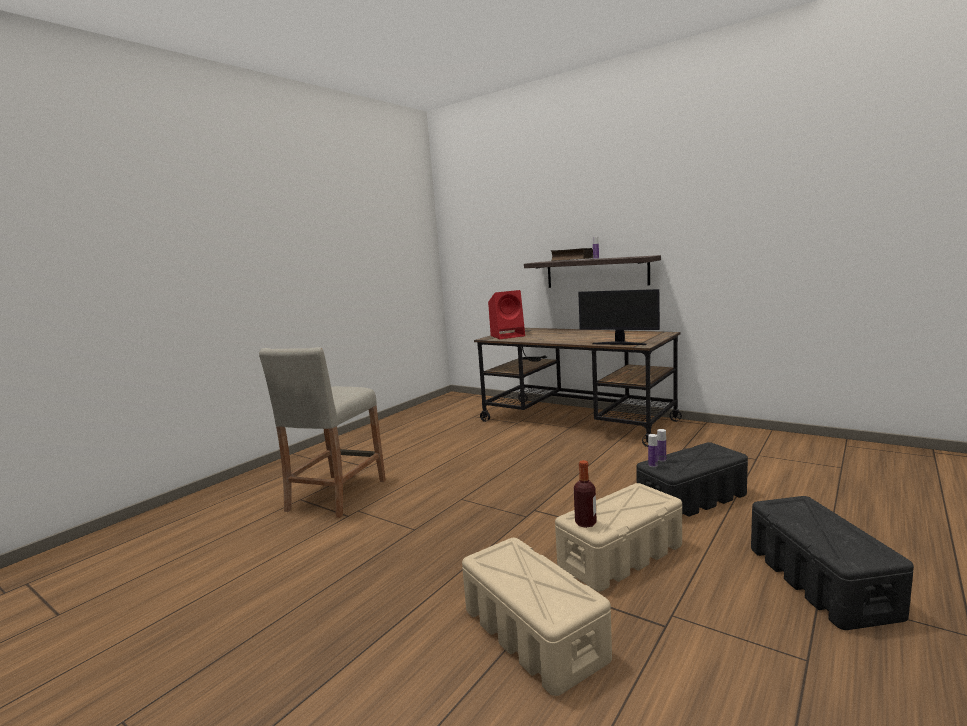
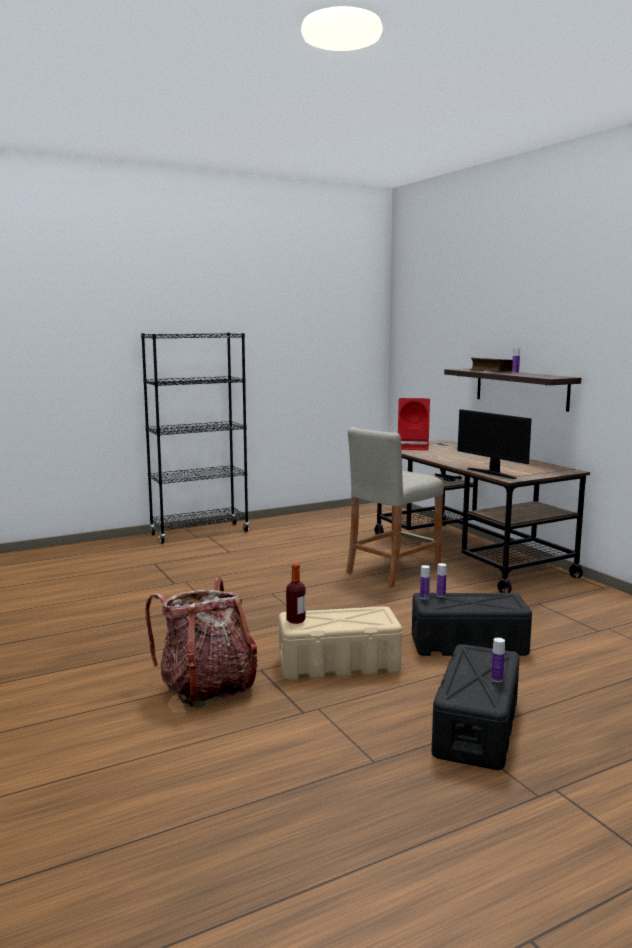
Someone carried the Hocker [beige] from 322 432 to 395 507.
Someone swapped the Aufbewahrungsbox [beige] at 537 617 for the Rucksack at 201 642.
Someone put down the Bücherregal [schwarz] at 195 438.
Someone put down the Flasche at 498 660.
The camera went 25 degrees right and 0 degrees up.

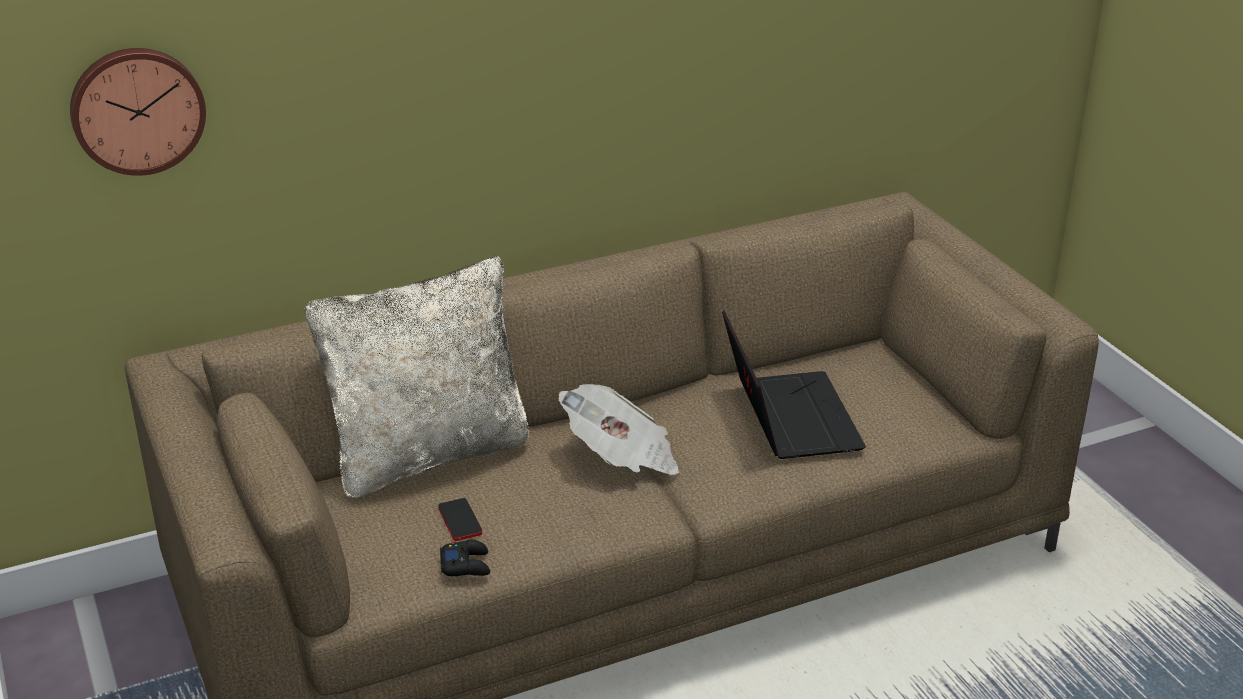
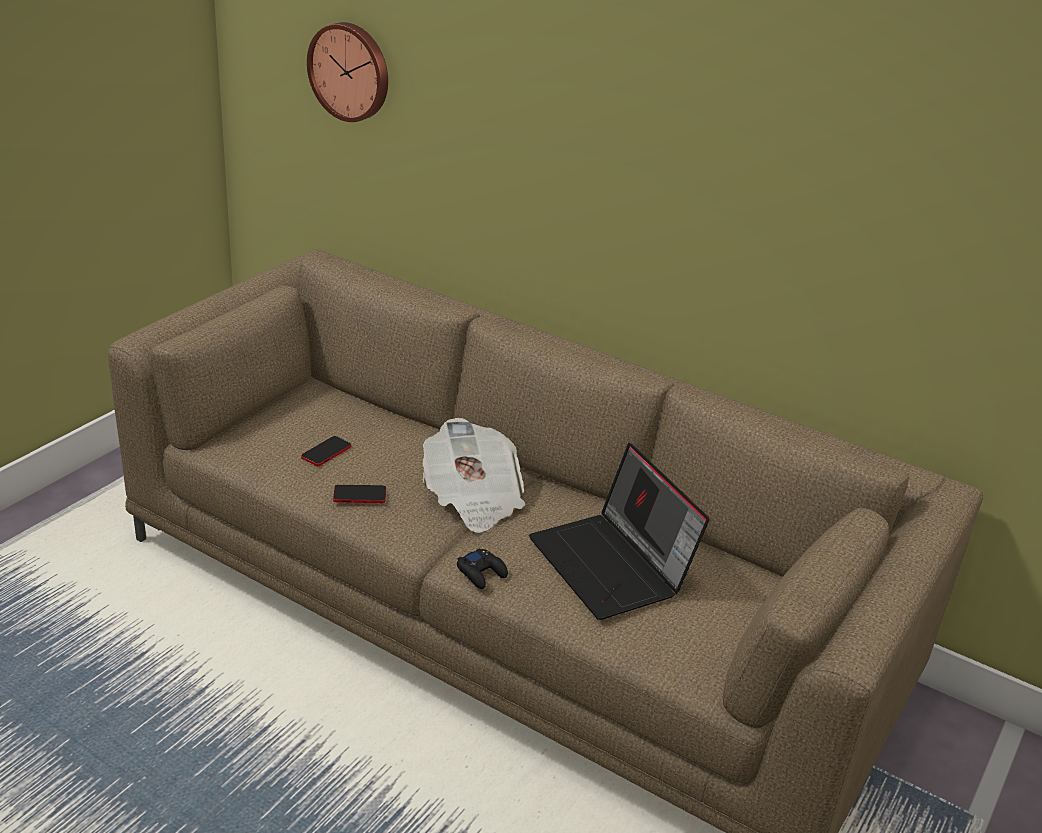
Someone took away the Kissen [beige] at 416 377.
Someone rotated the Laptop at 794 385 by 105 degrees clockwise.
Someone carried the Gamepad [schwarz] from 465 558 to 482 568.
Someone put down the Handy at 359 494.
The camera went 55 degrees right and 0 degrees up.

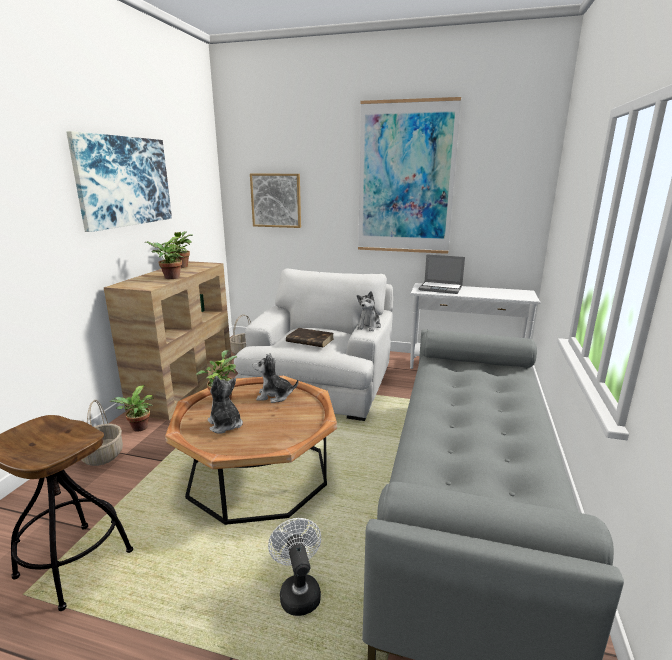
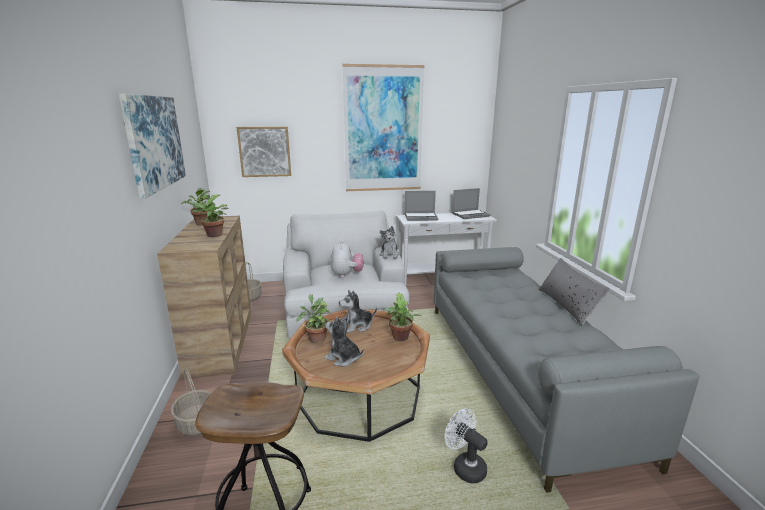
Someone swapped the Buch [braun] at 310 337 for the Plüschtier at 347 259.
Someone carried the Topfpflanze from 131 408 to 402 317.
Someone put down the Laptop at 471 203.
Someone put down the Kissen [grau] at 574 292.
The camera went 25 degrees left and 0 degrees up.

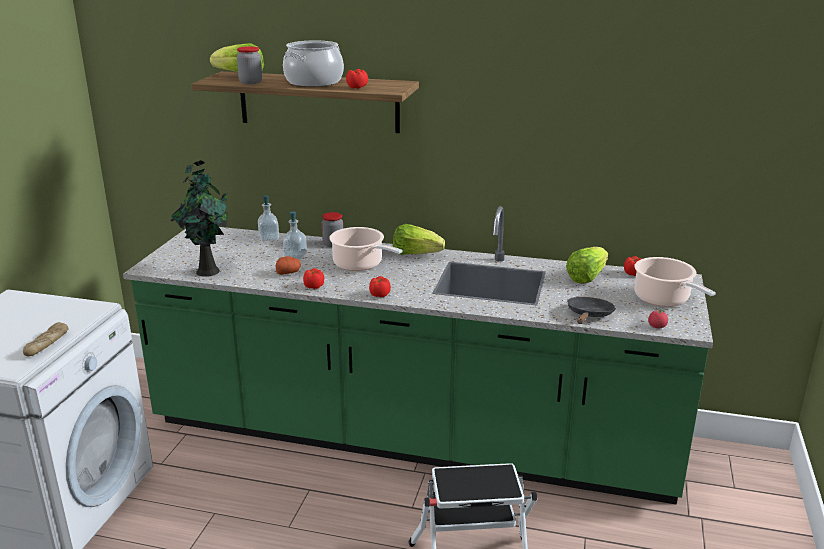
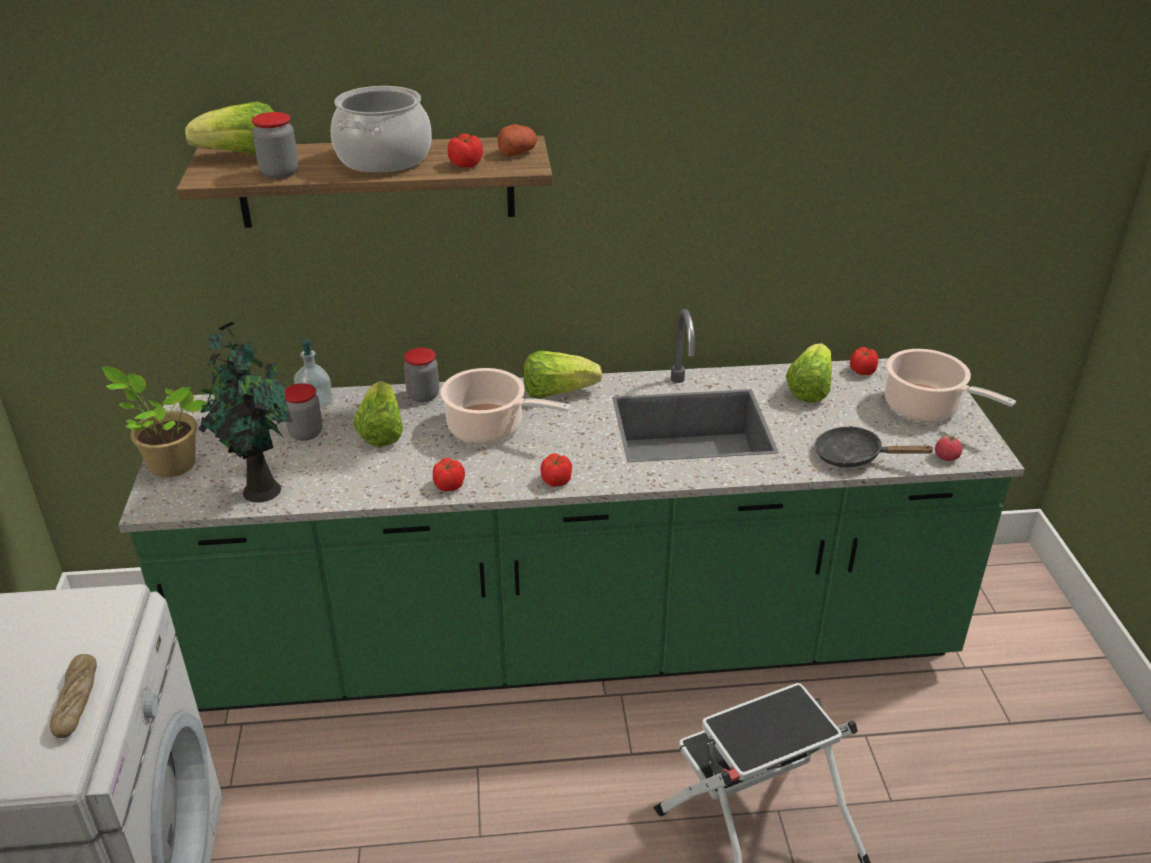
Someone swapped the Seifenspender at 295 235 for the Salatkopf at 378 413.
Someone carried the Kartoffel from 288 265 to 517 140.
Someone rotated the Pfanne [schwarz] at 591 310 by 75 degrees counterclockwise.
Someone put down the Topfpflanze at 154 422.
Someone put down the Vorratsglas at 304 412.
The camera went 20 degrees left and 10 degrees up.

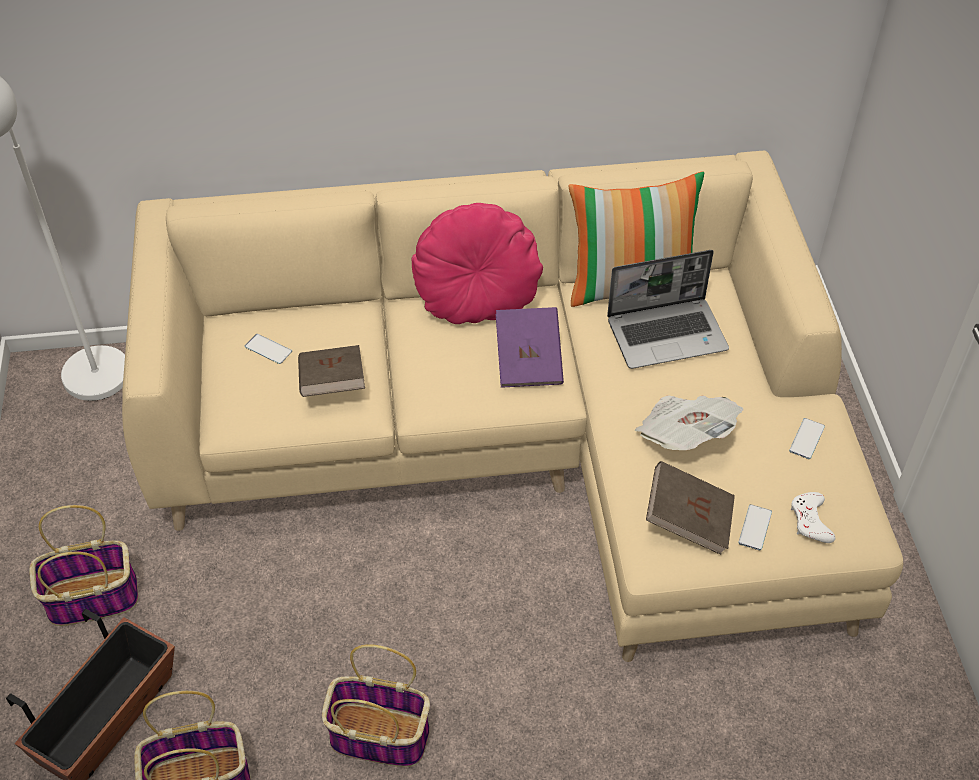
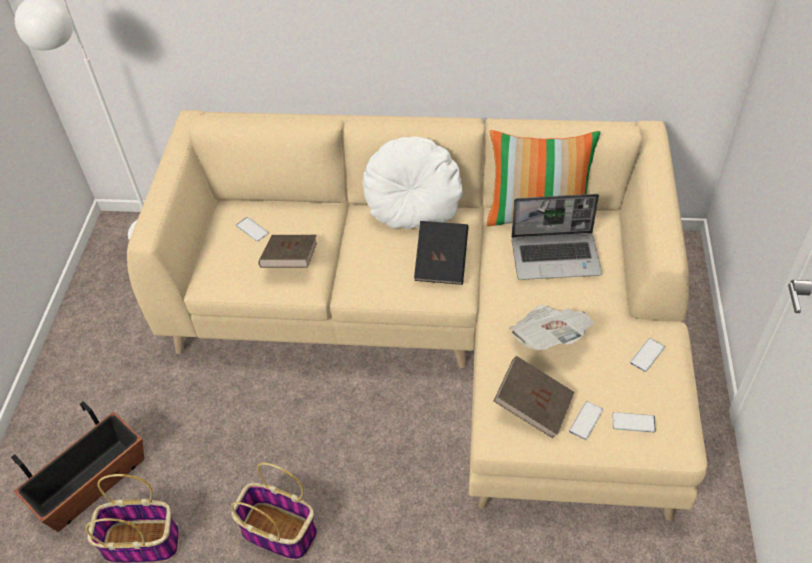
Someone repainted the Kissen [rosa] at 477 263, which became the Kissen [weiß] at 413 182.
Someone repainted the Buch [lila] at 530 347, which became the Buch [schwarz] at 441 253.
Someone swapped the Gamepad [weiß] at 813 517 for the Handy at 634 422.
Someone took away the Korb at 83 565.
The camera went 15 degrees right and 0 degrees up.

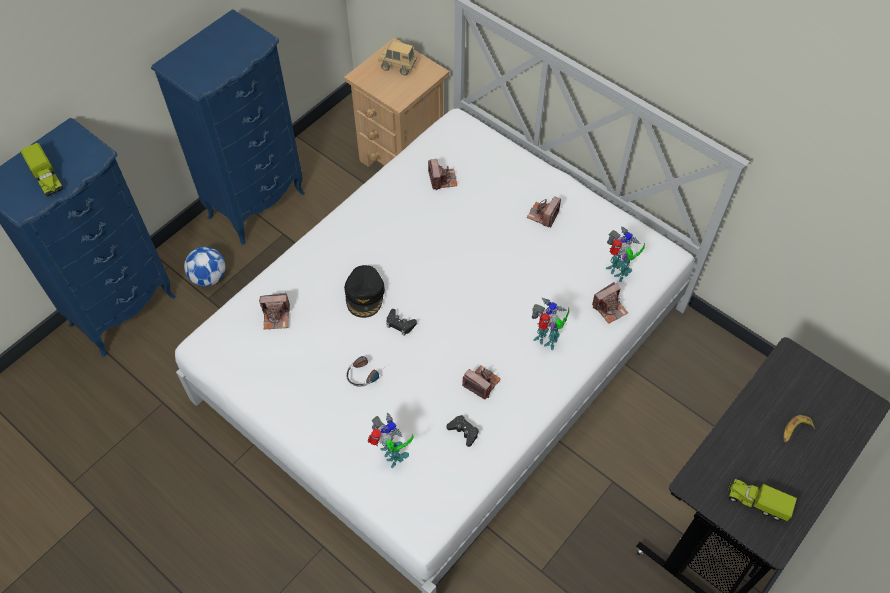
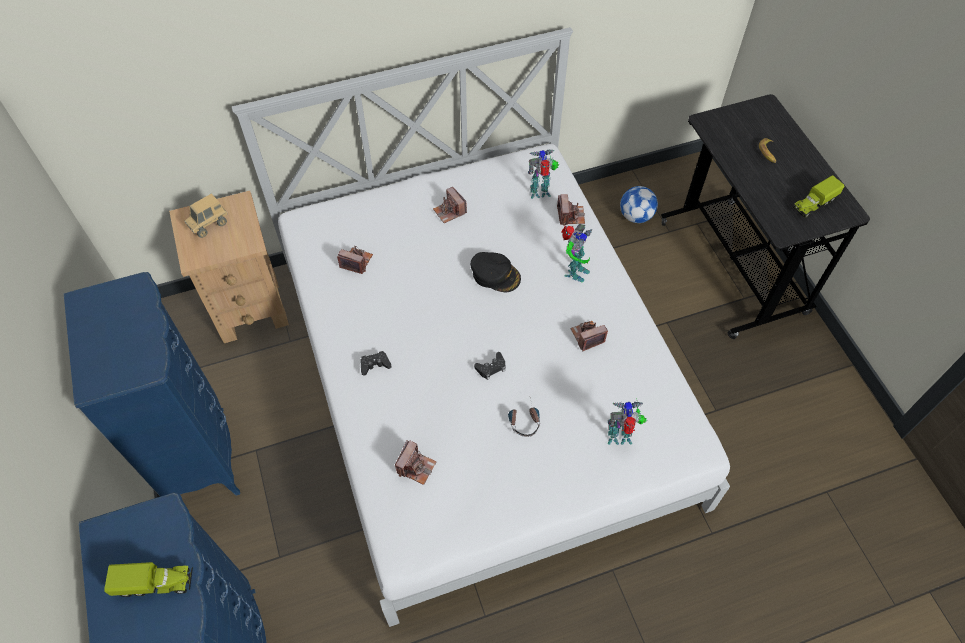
Someone carried the Fußball from 204 267 to 639 204.
Someone carried the Kappe [schwarz] from 364 291 to 495 272.
Someone rotated the Spielzeugroboter at 550 324 by 150 degrees clockwise.
Someone carried the Gamepad [schwarz] from 463 431 to 376 363.
The camera went 60 degrees left and 0 degrees up.

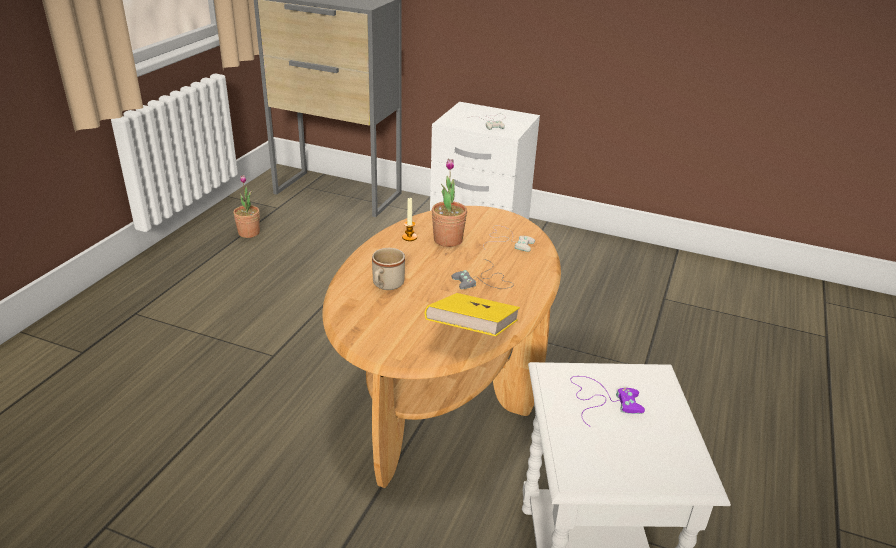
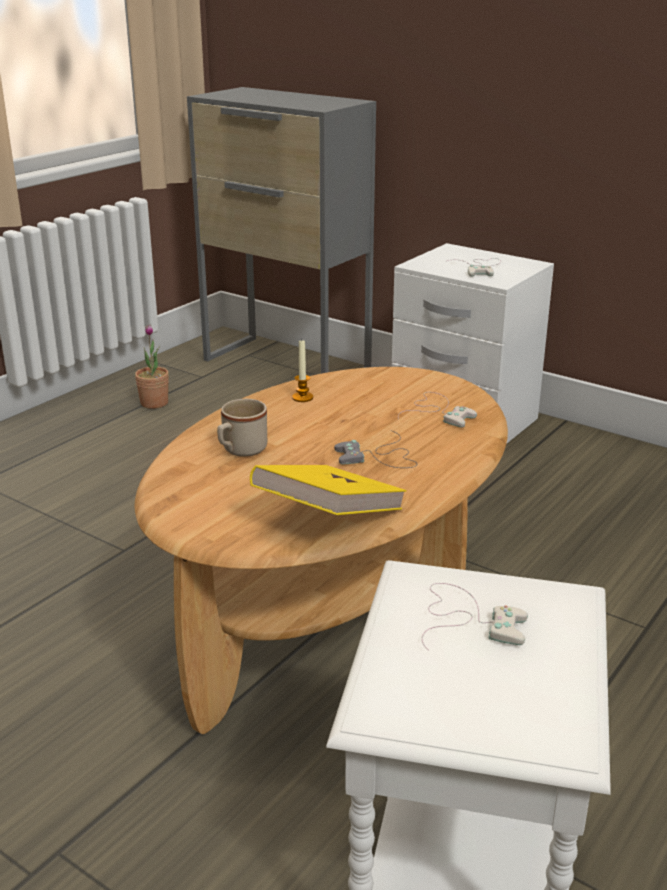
Someone took away the Topfpflanze at 449 203.
Someone repainted the Gamepad [lila] at 607 401, which became the Gamepad [weiß] at 475 617.
The camera went 15 degrees right and 5 degrees down.

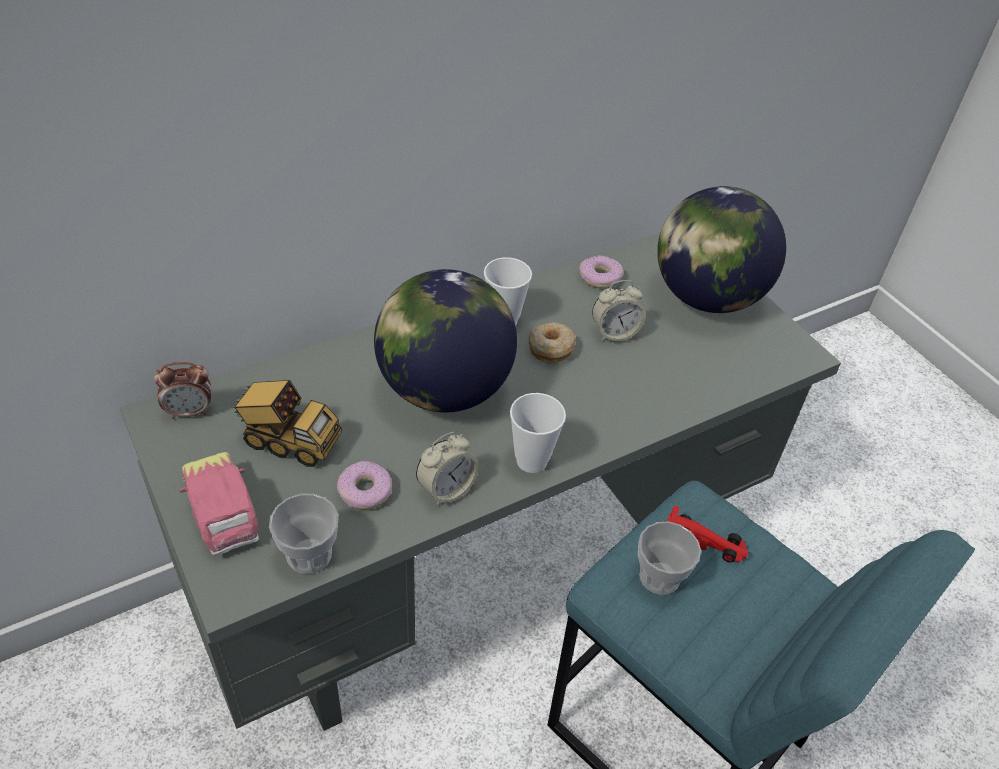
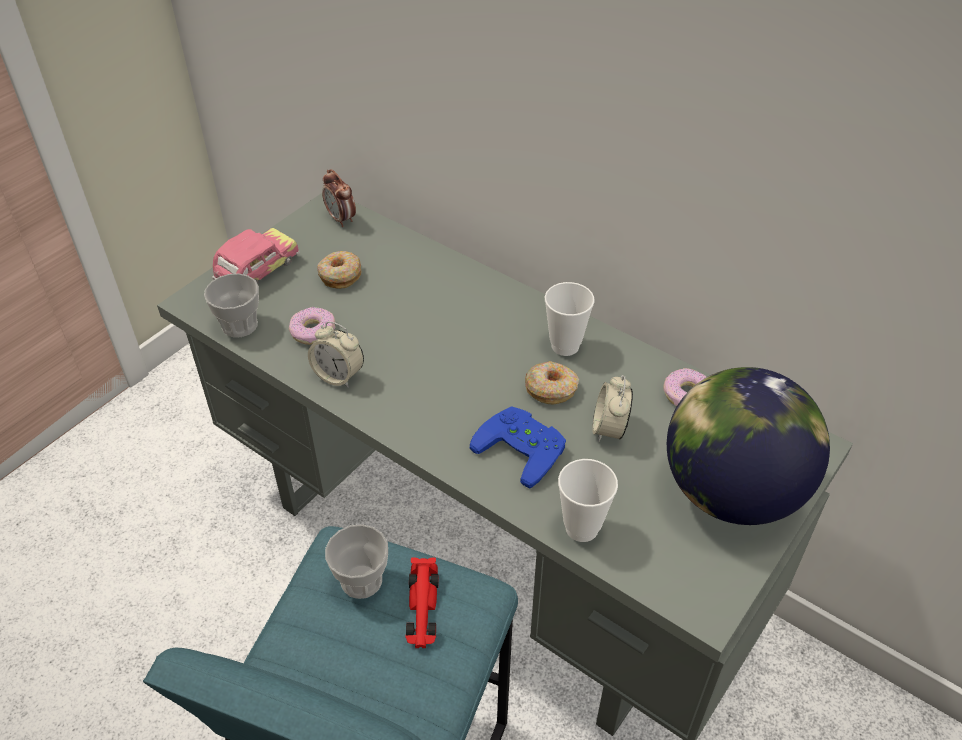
Someone took away the Globus at 445 340.
Someone rotated the Wecker at 618 310 by 45 degrees clockwise.
Someone swapped the Spielzeuglaster at 286 423 for the Donut at 339 270.
Someone carried the Tasse from 538 433 to 588 500.
Someone put down the Gamepad [blau] at 518 447.
The camera went 70 degrees right and 0 degrees up.

